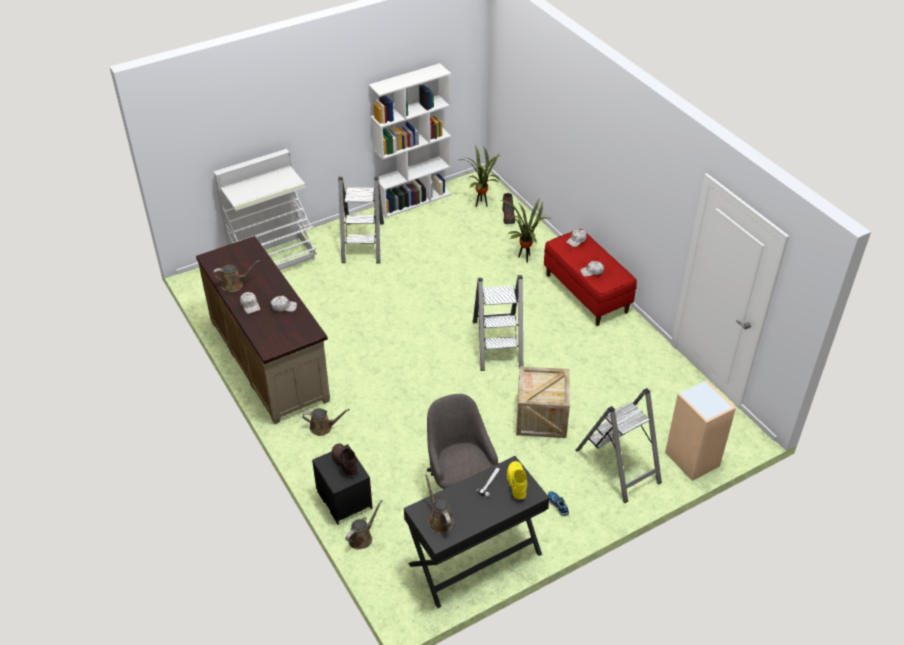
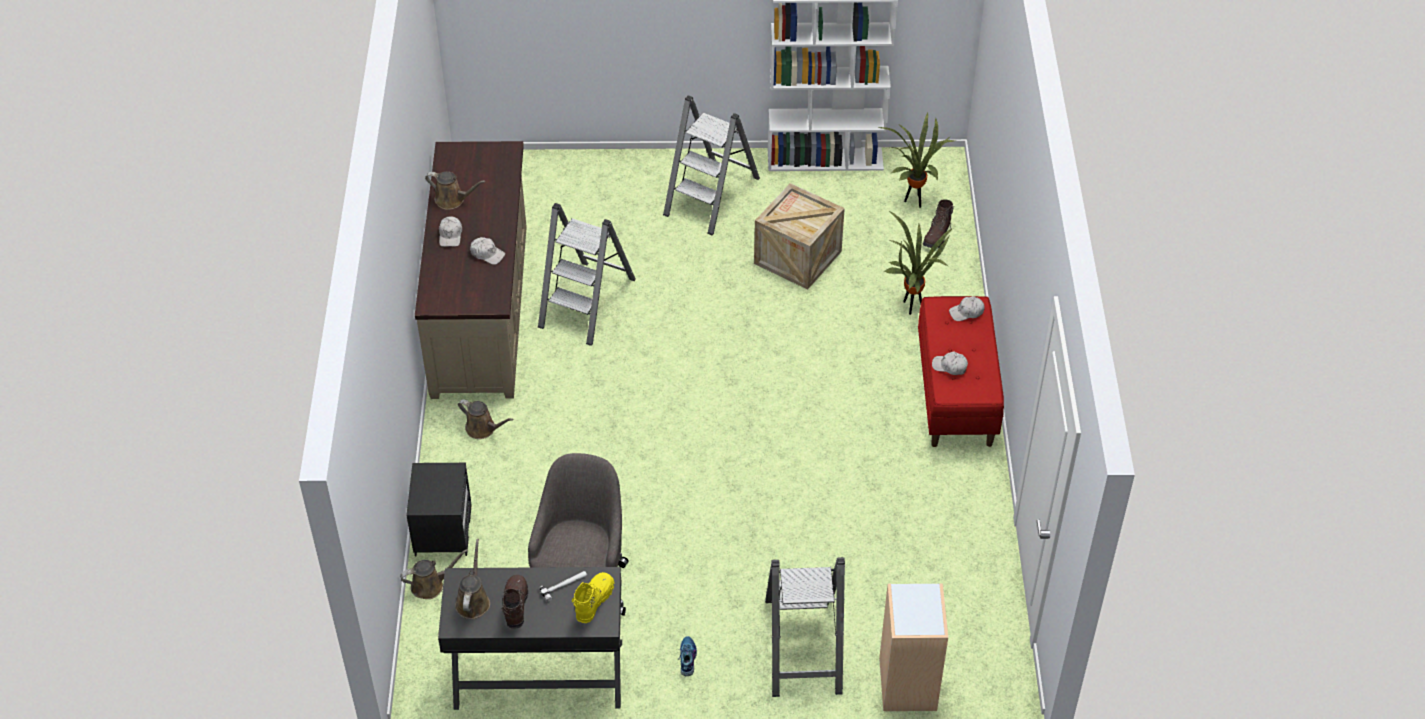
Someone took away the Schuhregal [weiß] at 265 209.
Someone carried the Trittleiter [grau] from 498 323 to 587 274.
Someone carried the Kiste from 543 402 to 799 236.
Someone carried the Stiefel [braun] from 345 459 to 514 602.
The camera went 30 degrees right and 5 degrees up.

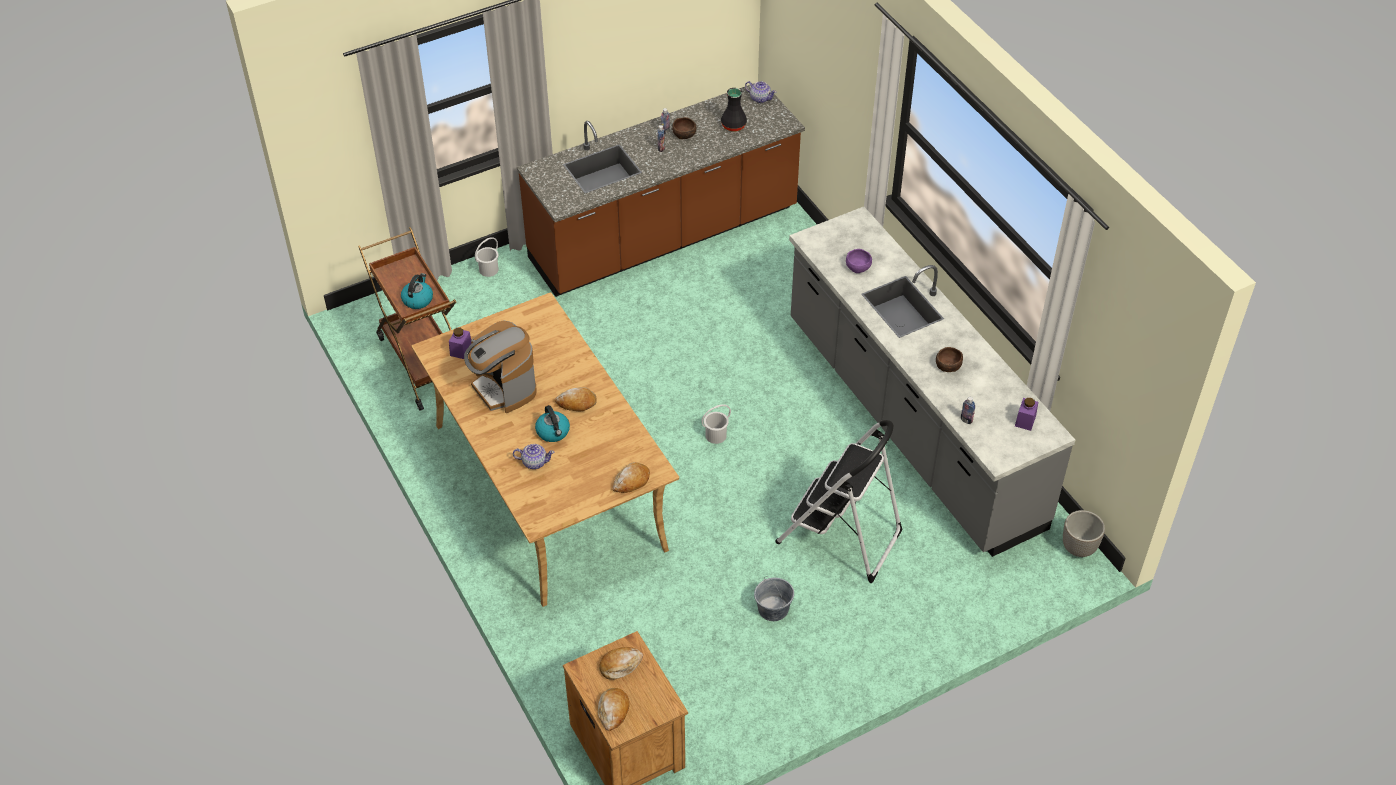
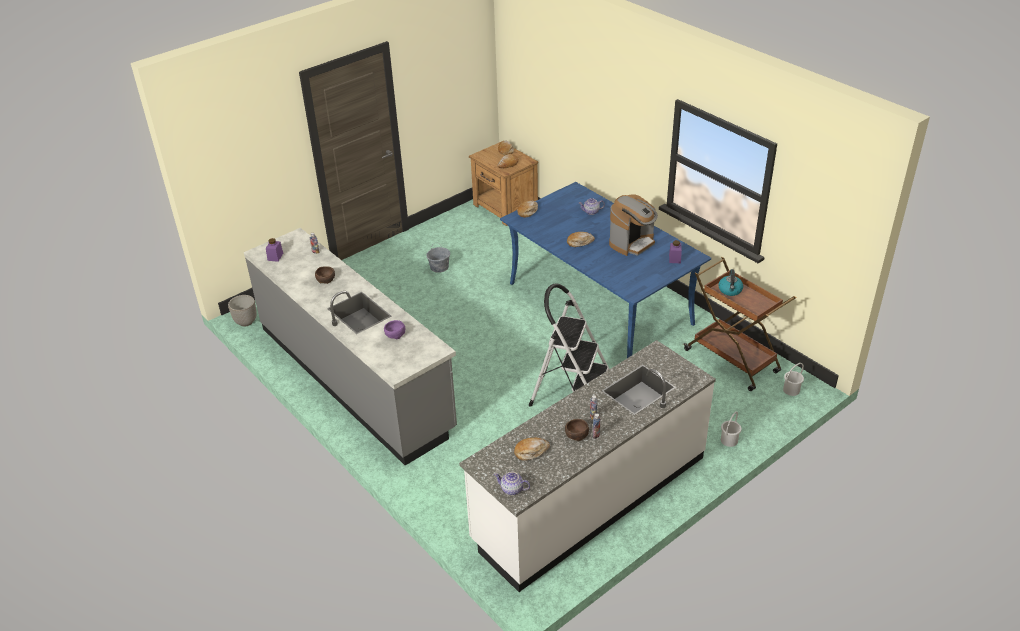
Someone repainted the Küchenzeile [braun] at 661 189, which became the Küchenzeile [weiß] at 587 466.
Someone swapped the Vase [schwarz] at 734 110 for the Brot at 532 449.
Someone repainted the Esstisch [beige] at 545 449, which became the Esstisch [blau] at 605 270.
Someone rotated the Kaffeemaschine at 500 366 by 90 degrees clockwise.
Someone carried the Eimer [weiß] from 716 424 to 793 379.
Someone took away the Wasserkessel at 552 423.
Someone carried the Trittleiter from 839 501 to 569 345.
The camera went 170 degrees right and 10 degrees down.

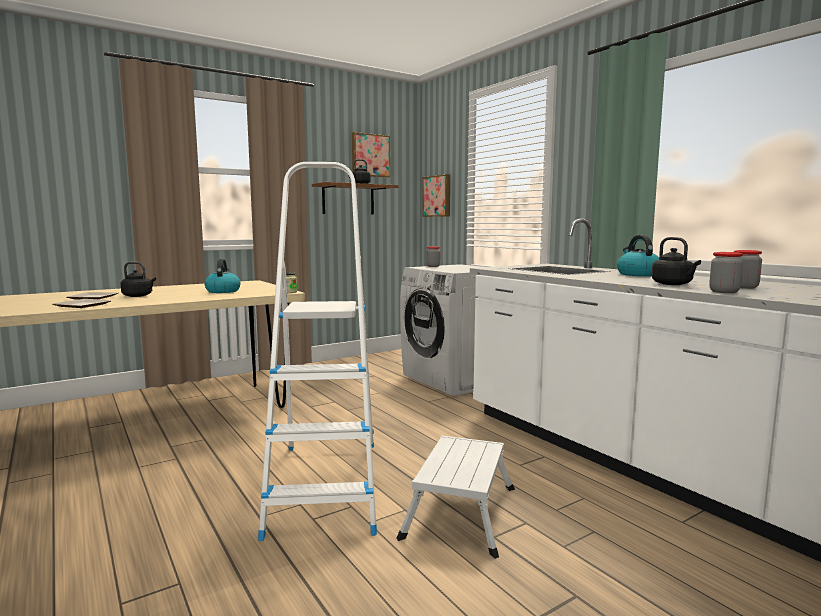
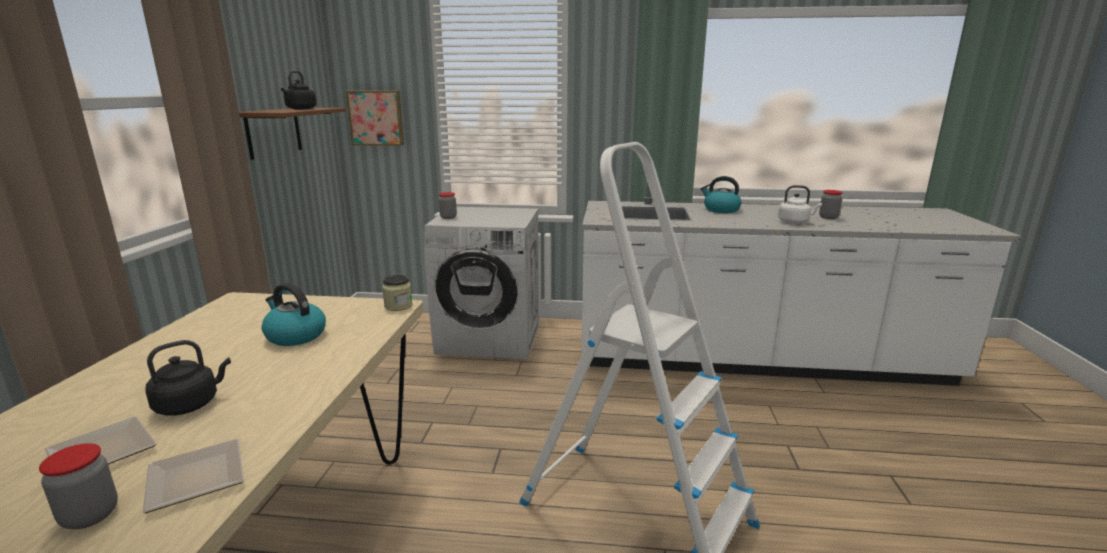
Someone took away the Bild at 371 155.
Someone repainted the Wasserkessel [schwarz] at 676 261, which became the Wasserkessel [weiß] at 800 204.
Someone carried the Vorratsglas from 726 272 to 78 486.
Someone took away the Trittleiter [weiß] at 455 497.
The camera went 50 degrees left and 10 degrees up.

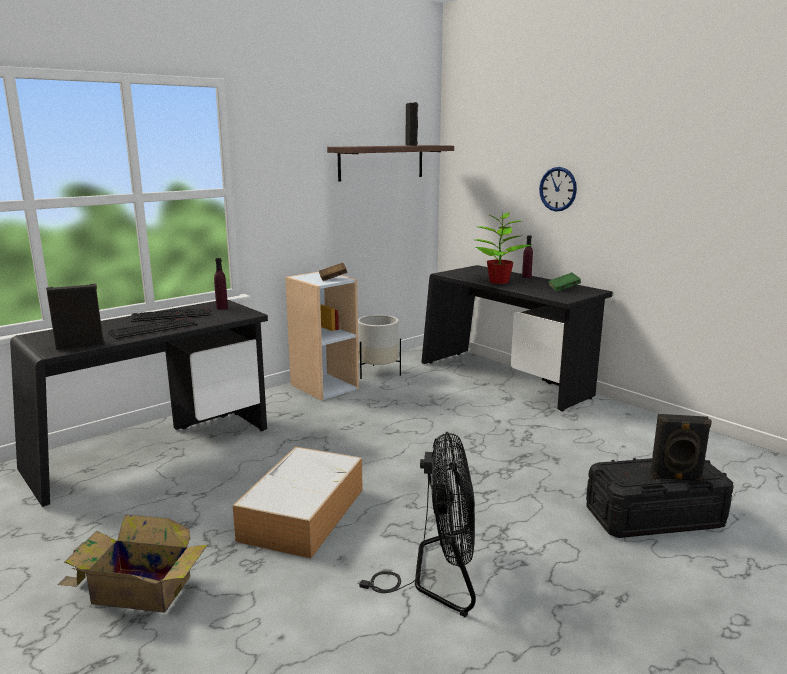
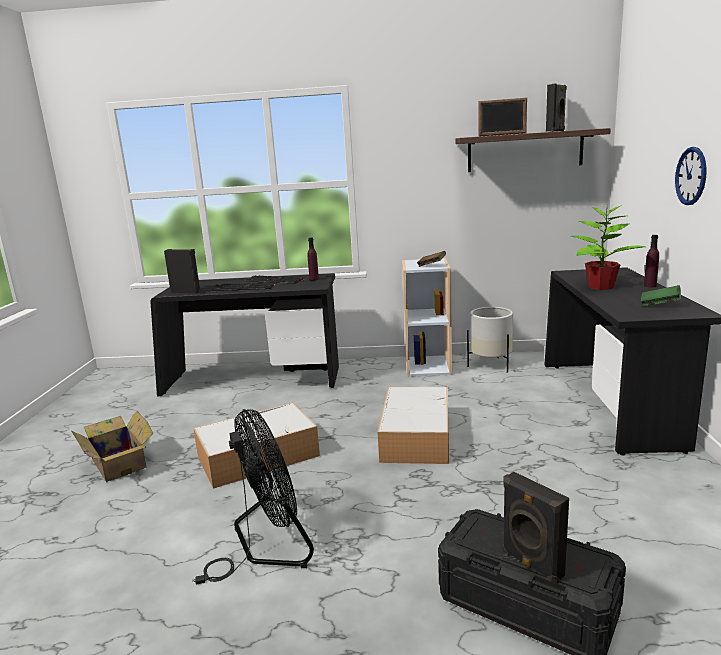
Someone rotated the Ventilator [schwarz] at 416 524 by 75 degrees counterclockwise.
Someone put down the Bilderrahmen at 503 117.
Someone put down the Aufbewahrungsbox at 413 425.
The camera went 45 degrees right and 0 degrees up.

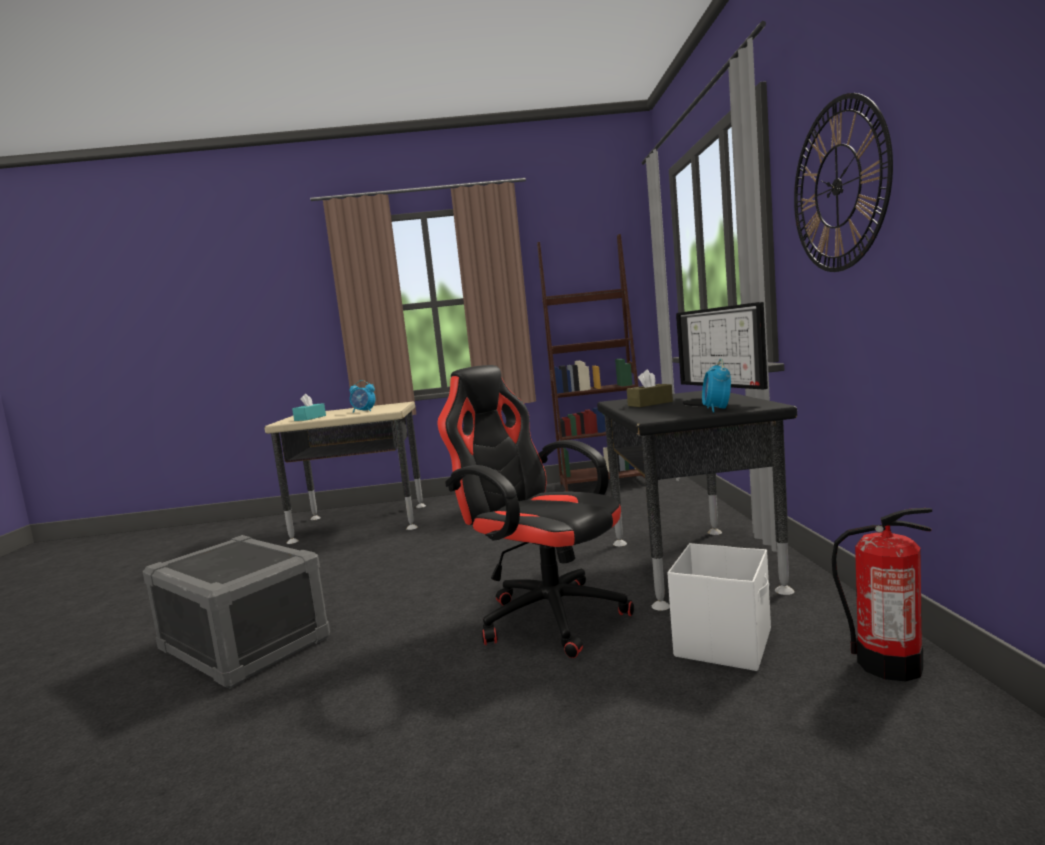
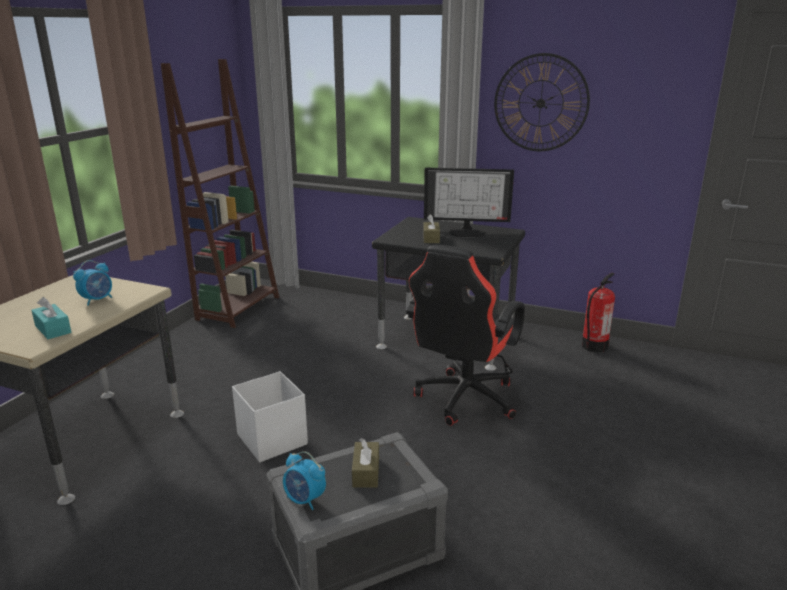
Someone carried the Wecker from 716 385 to 304 480.
Someone rotated the Bürostuhl [schwarz] at 536 511 by 45 degrees counterclockwise.
Someone carried the Aufbewahrungsbox [weiß] from 719 607 to 270 416.
Someone put down the Taschentuchbox [braun] at 365 463.
The camera went 65 degrees left and 15 degrees up.

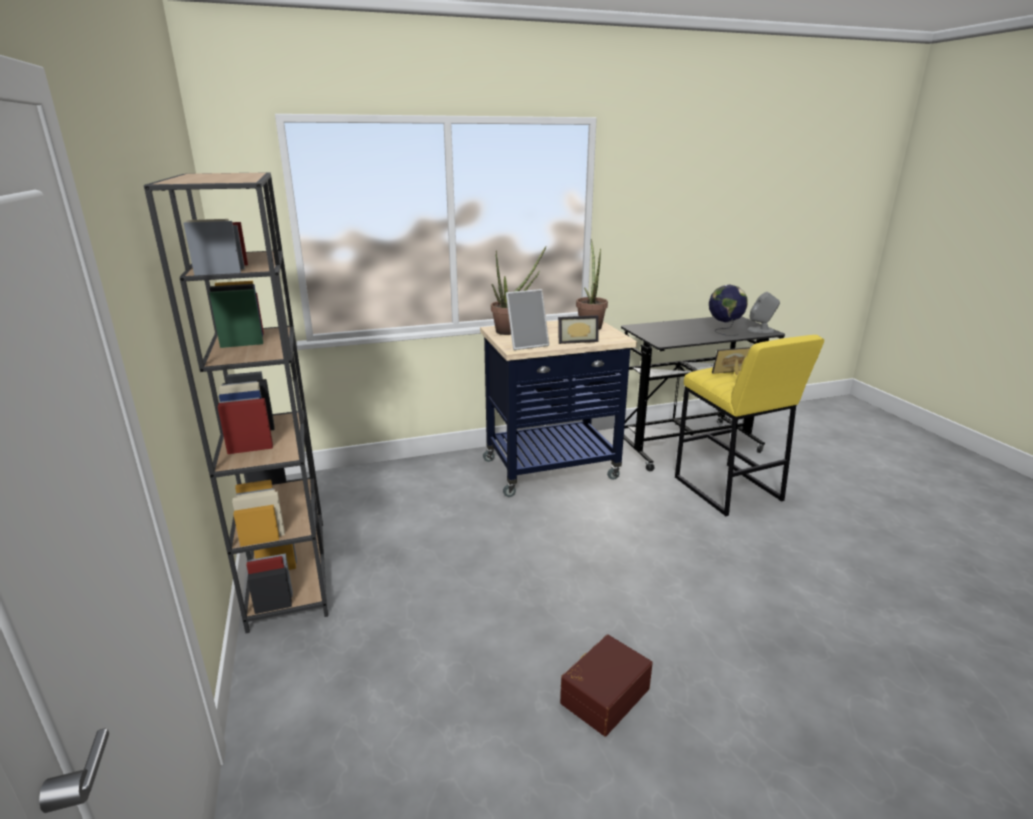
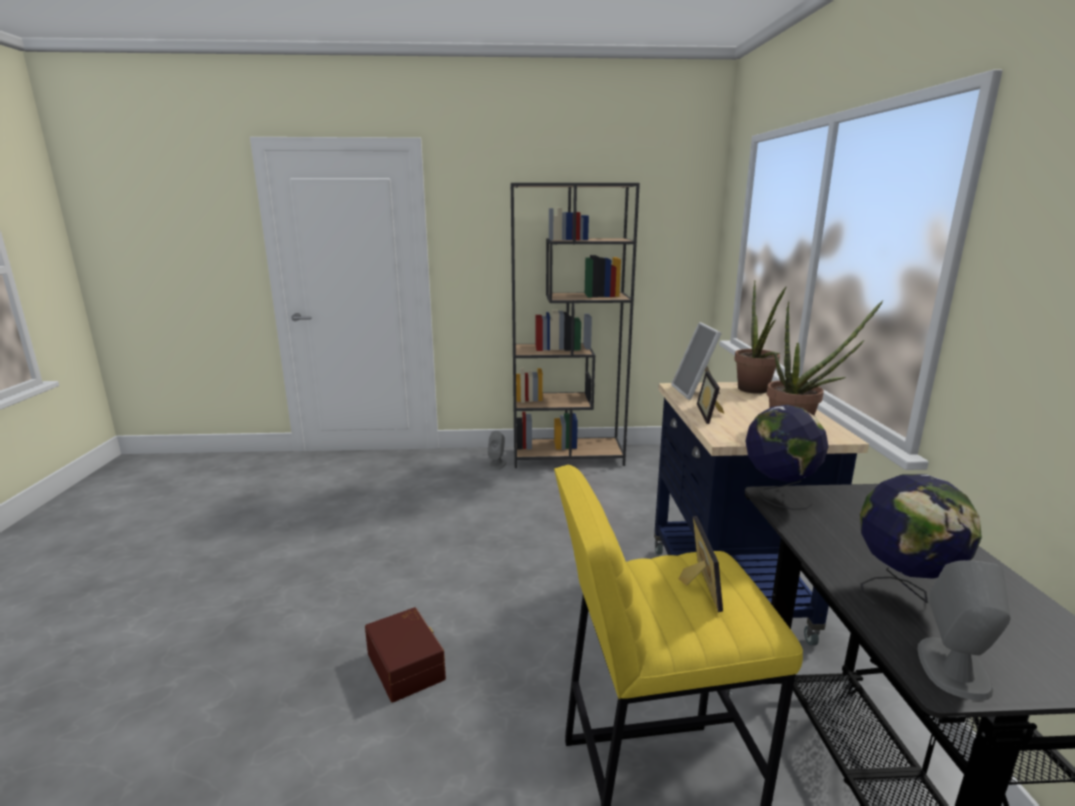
Someone carried the Aufbewahrungsbox [braun] from 606 685 to 405 655.
Someone put down the Globus at 787 457.
Someone put down the Lautsprecher [grau] at 497 450.
The camera went 105 degrees right and 5 degrees down.

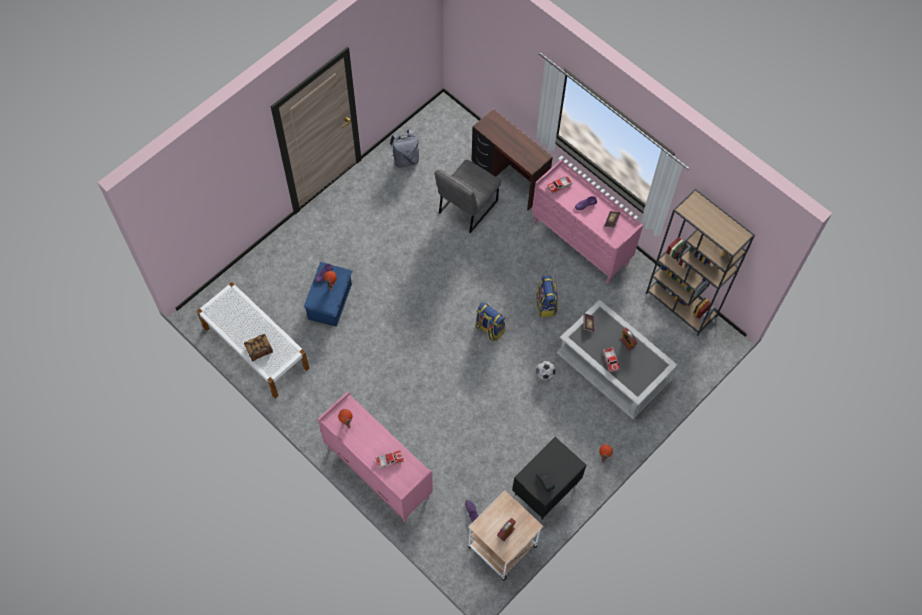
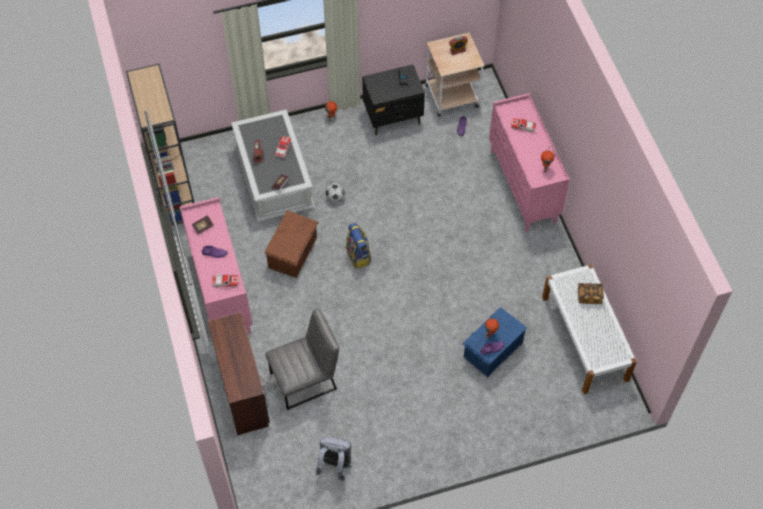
Someone swapped the Rucksack at 547 296 for the Aufbewahrungsbox [braun] at 291 244.
The camera went 150 degrees left and 5 degrees down.

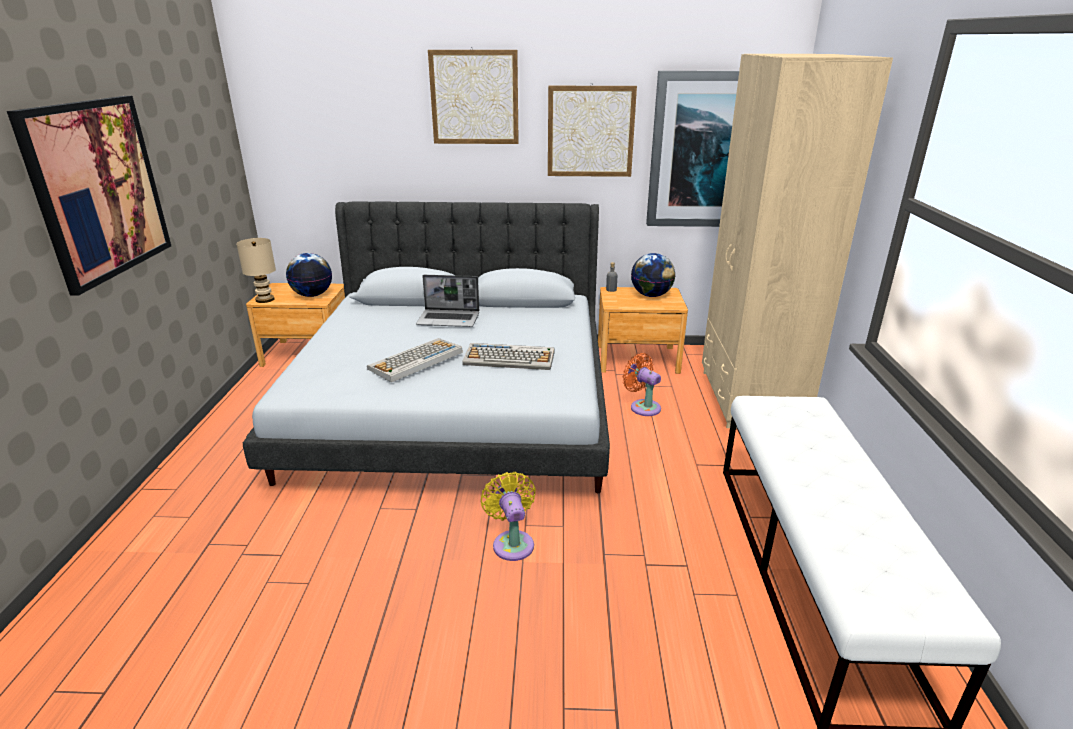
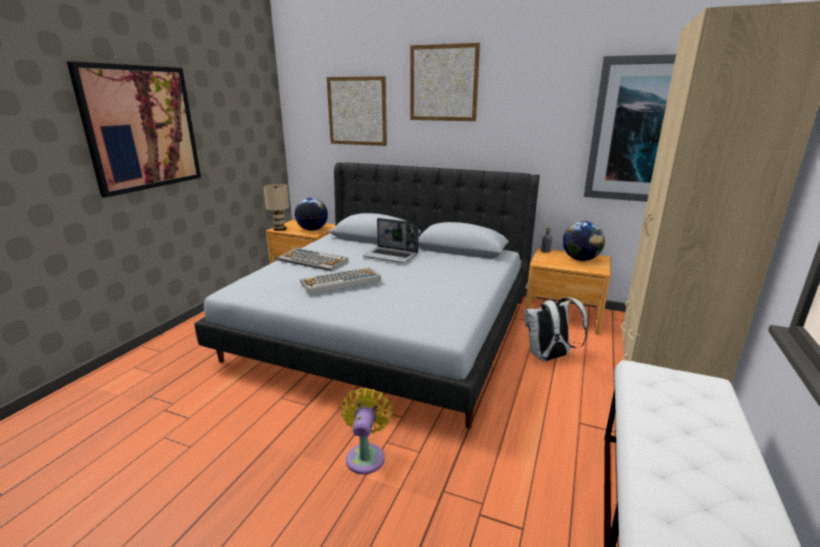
Someone carried the Bild from 592 130 to 357 110.
Someone carried the Tastatur from 508 356 to 313 259.
Someone swapped the Ventilator [orange] at 641 384 for the Rucksack [weiß] at 555 329.
The camera went 20 degrees right and 5 degrees down.

